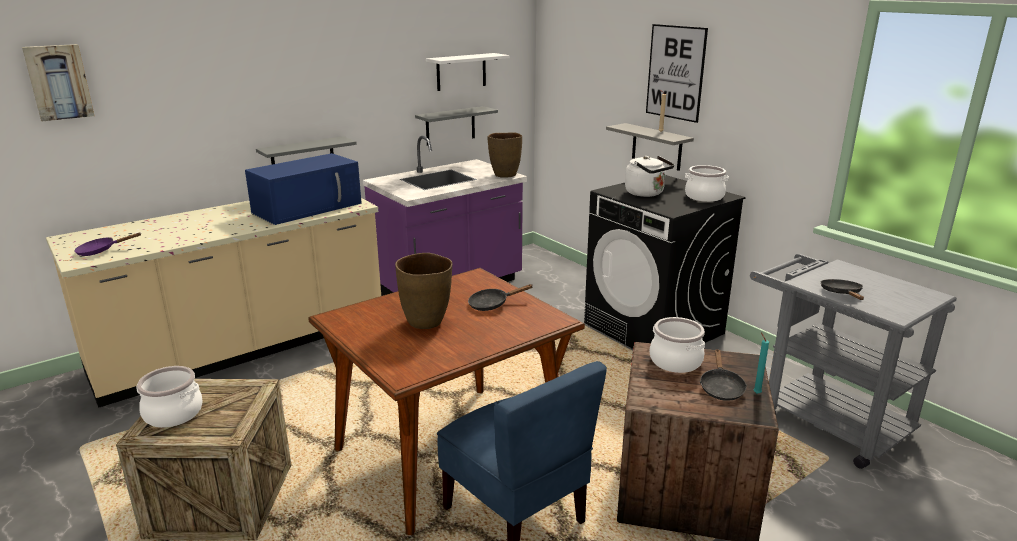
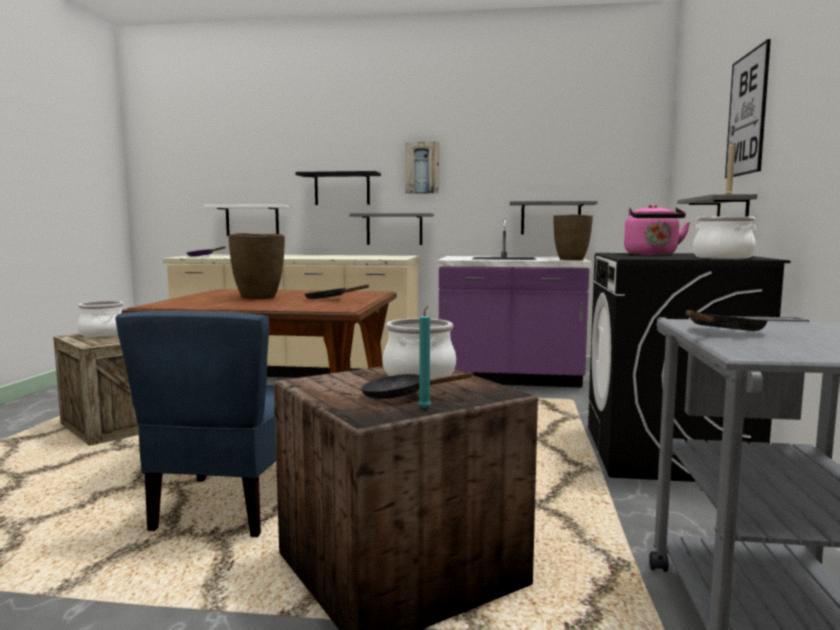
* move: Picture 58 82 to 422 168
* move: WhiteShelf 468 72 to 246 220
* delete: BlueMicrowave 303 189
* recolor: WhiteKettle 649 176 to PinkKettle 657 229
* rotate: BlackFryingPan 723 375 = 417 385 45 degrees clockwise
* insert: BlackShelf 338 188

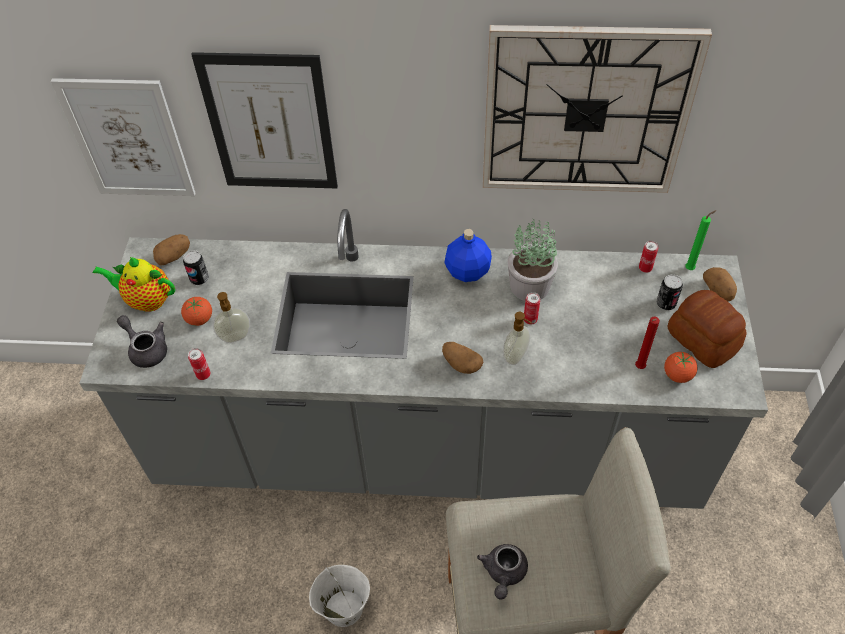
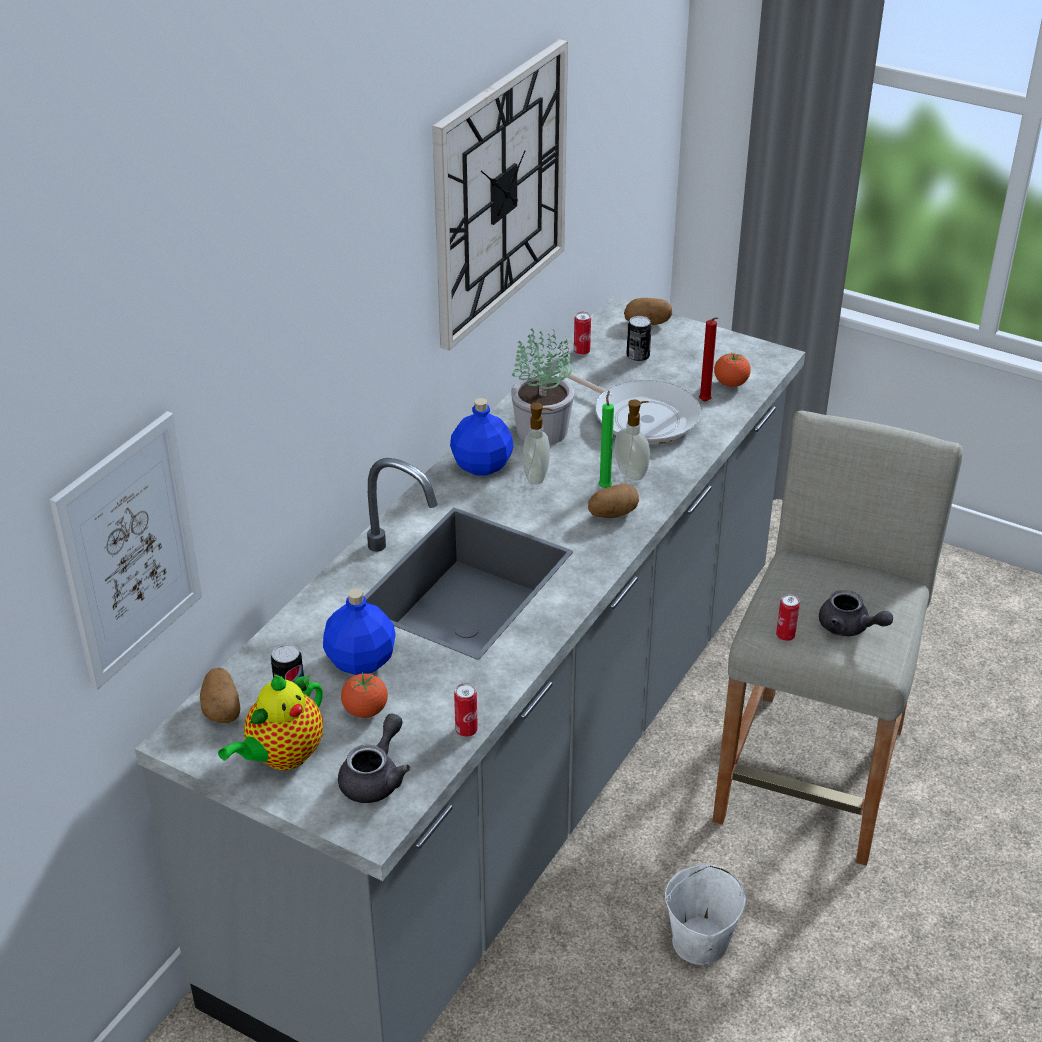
* delete: Picture 264 120
* move: GreenCandle 701 240 to 606 439
* delete: Bread 707 329
* move: SoapDispenser 231 317 to 538 444
* move: Can 532 308 to 788 617
* rotate: GreyTeapot 142 341 = 374 758 135 degrees clockwise
* insert: FryingPan 631 407
* insert: BlueBottle 359 631

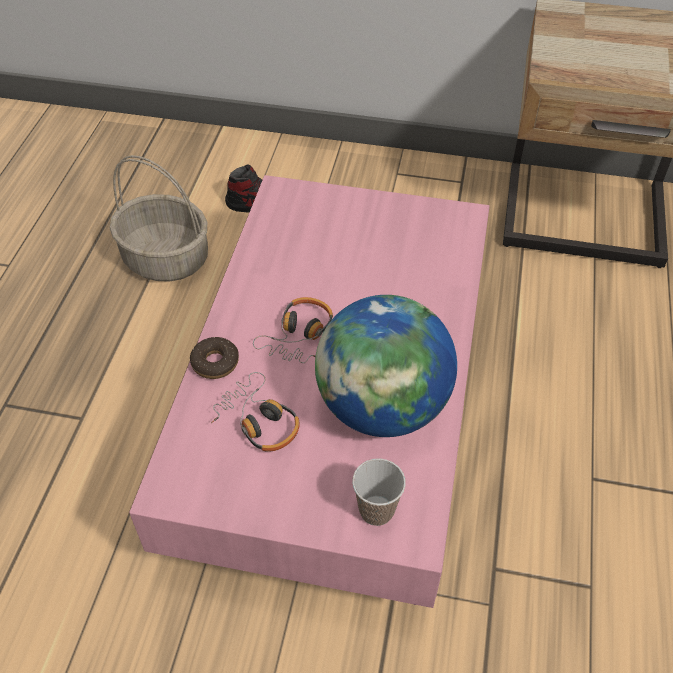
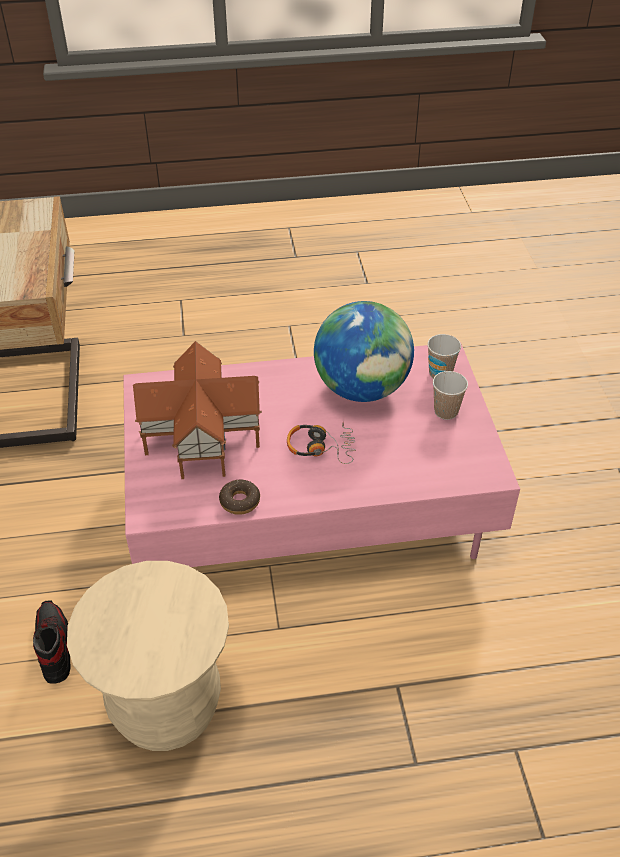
* replace: Basket 159 218 to BeigeStool 148 656
* move: Donut 214 358 to 239 497
* delete: Headphones 255 411
* insert: ToyHouse 197 410
* insert: Cup 450 395

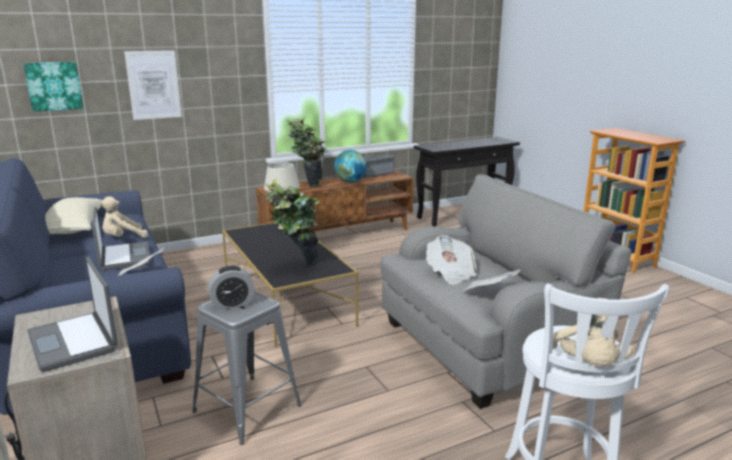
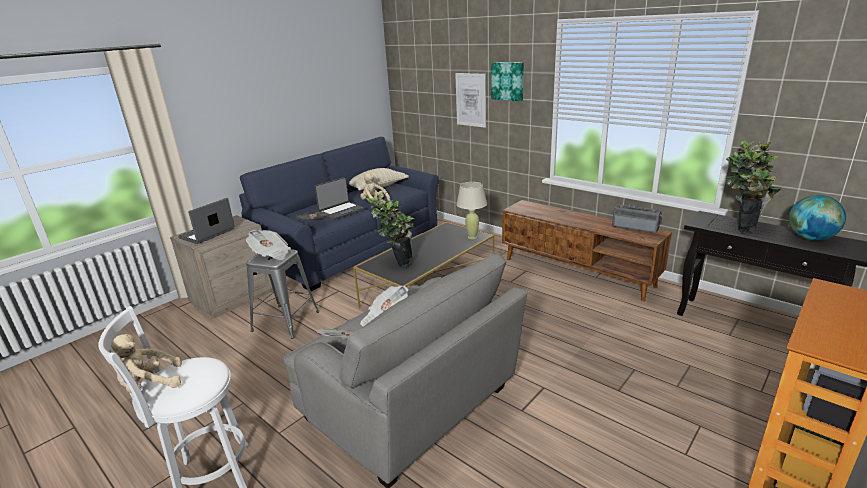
* move: Picture 53 87 to 507 81
* move: PottedPlant 306 152 to 754 187
* move: Globe 350 166 to 817 218
* replace: AlarmClock 231 288 to Newspaper 268 245

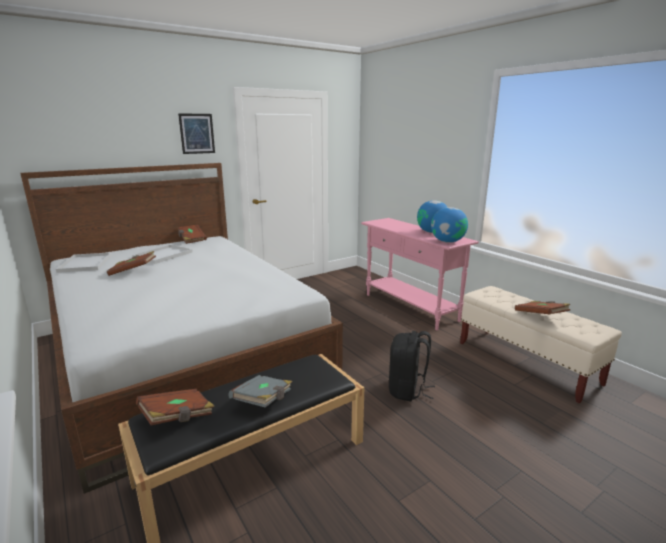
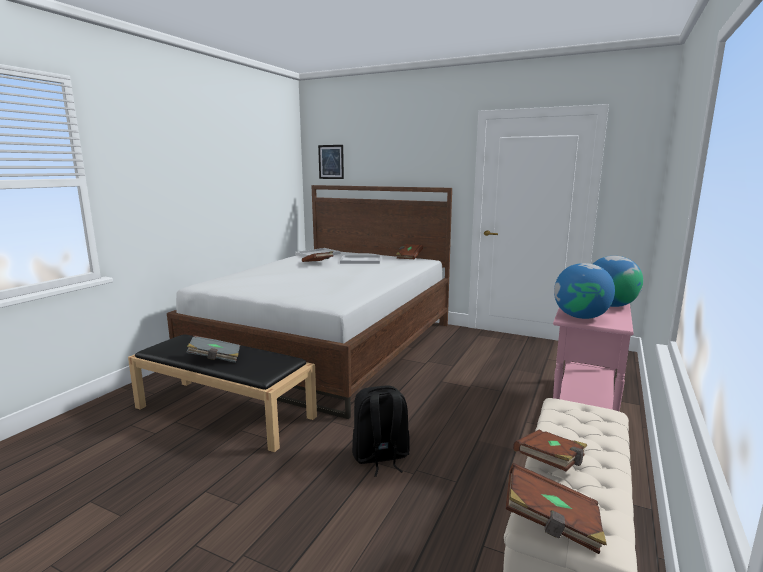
* move: Picture 196 133 to 331 162
* move: BrownBook 175 407 to 556 508

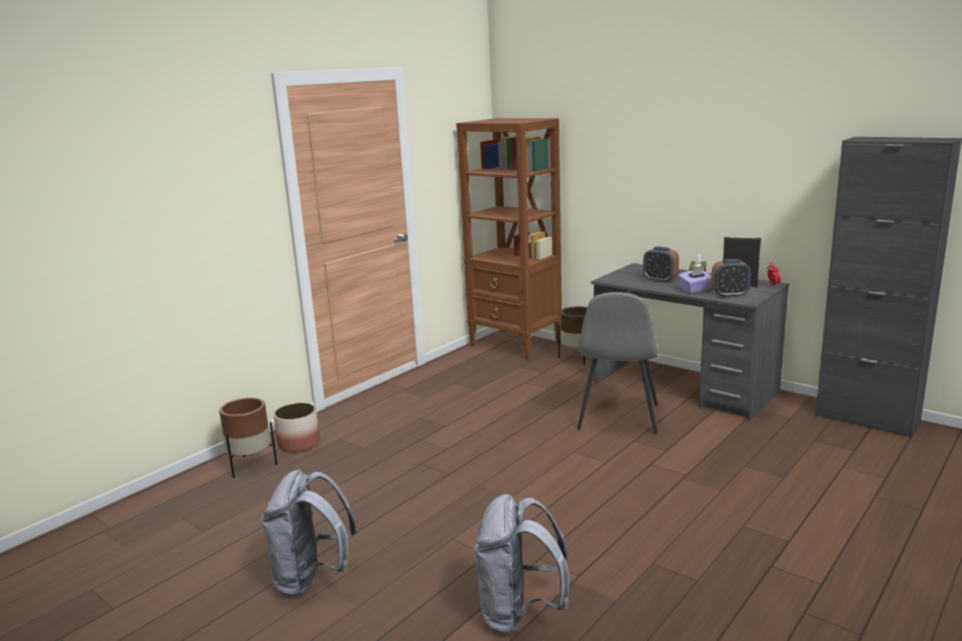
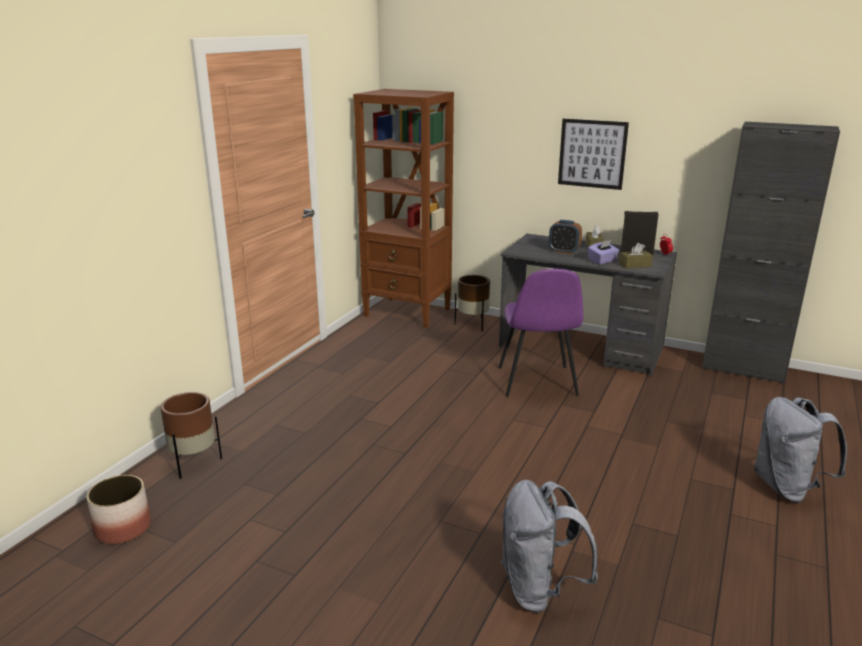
* replace: AlarmClock 731 278 to BrownTissueBox 636 256
* recolor: GreyChair 617 363 to PurpleChair 541 333
* move: Planter 297 427 to 118 509
* move: GreyBackpack 309 533 to 800 450
* insert: Picture 593 154

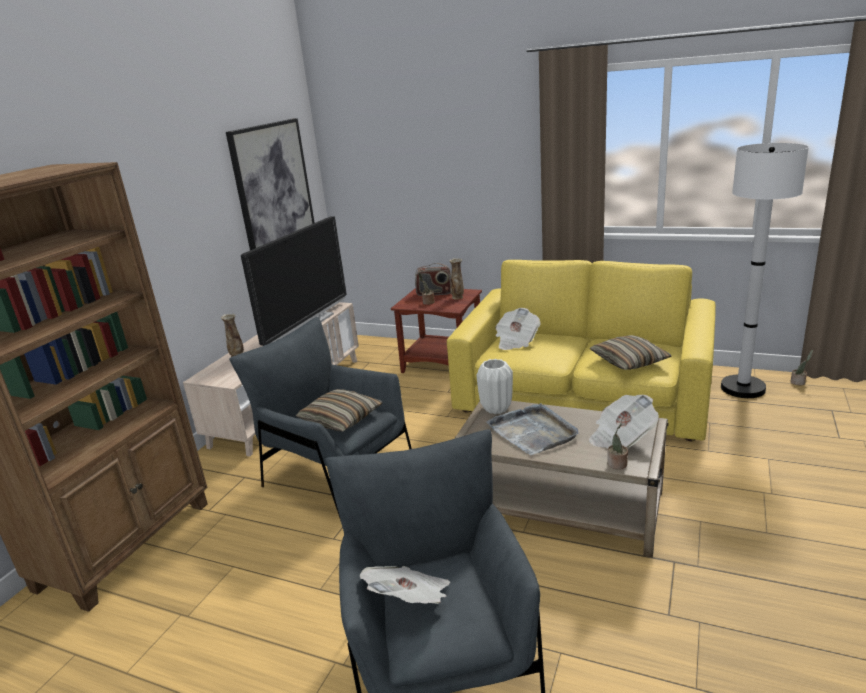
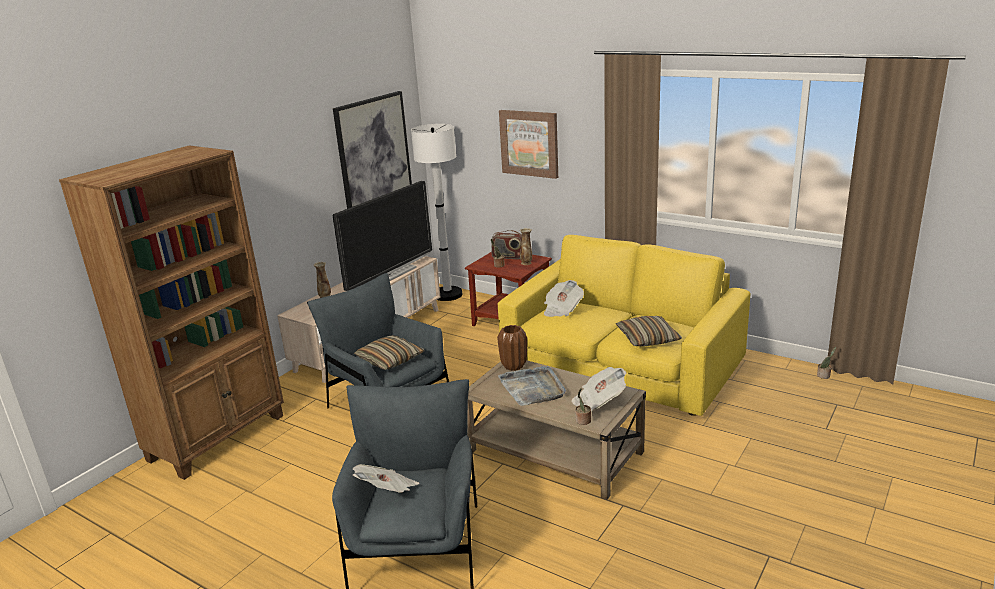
* move: WhiteFloorLamp 765 270 to 437 212
* recolor: WhiteVase 495 386 to BrownVase 512 348
* insert: Picture 528 144

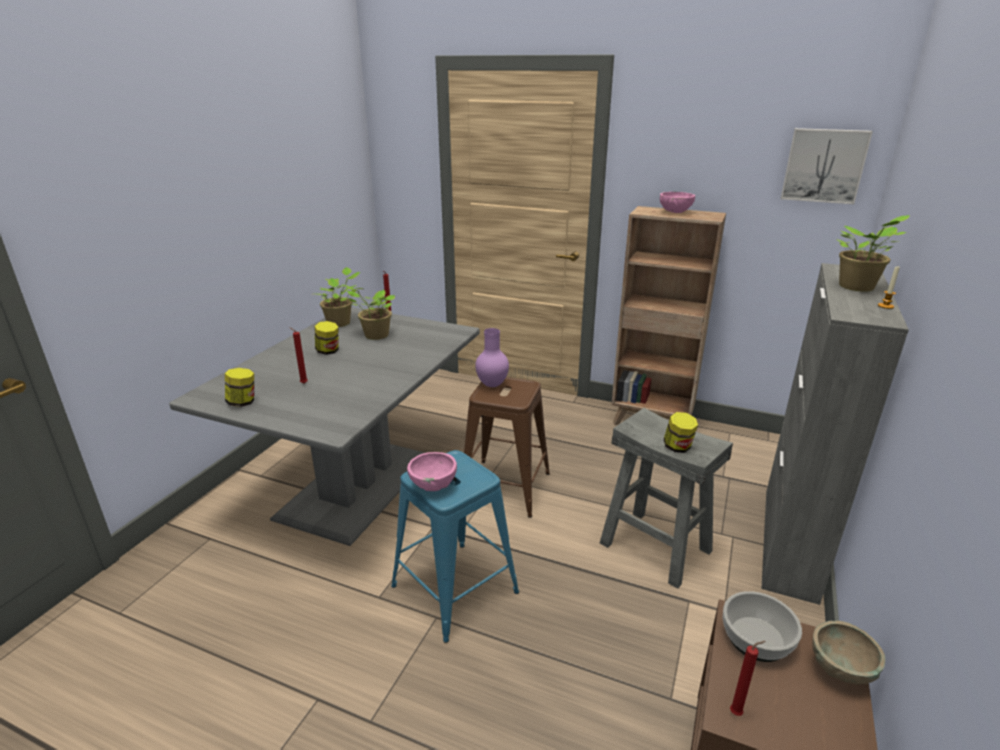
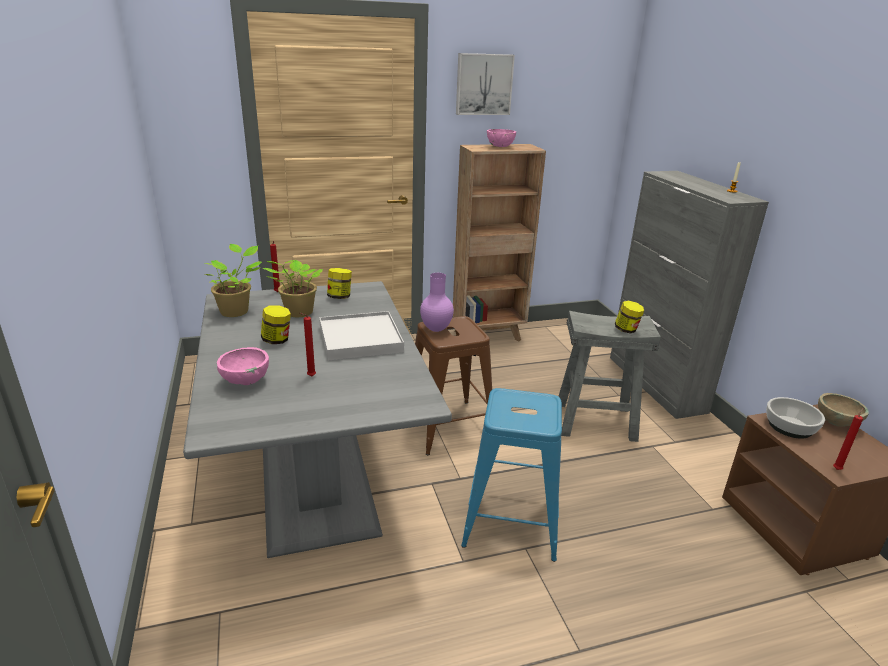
* move: Picture 827 166 to 485 84
* delete: PottedPlant 873 253
* move: Jar 239 387 to 339 283
* move: PinkBowl 432 471 to 243 366
* insert: WhiteTray 361 336

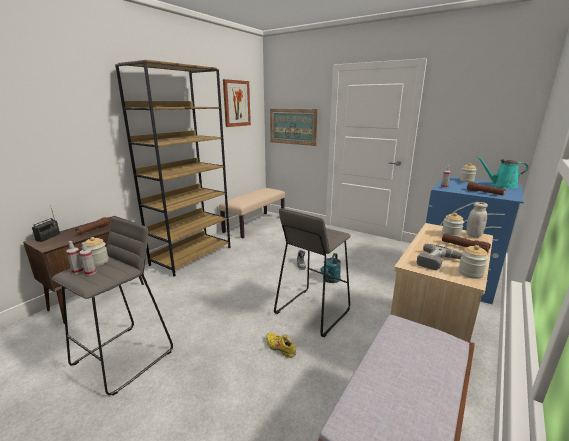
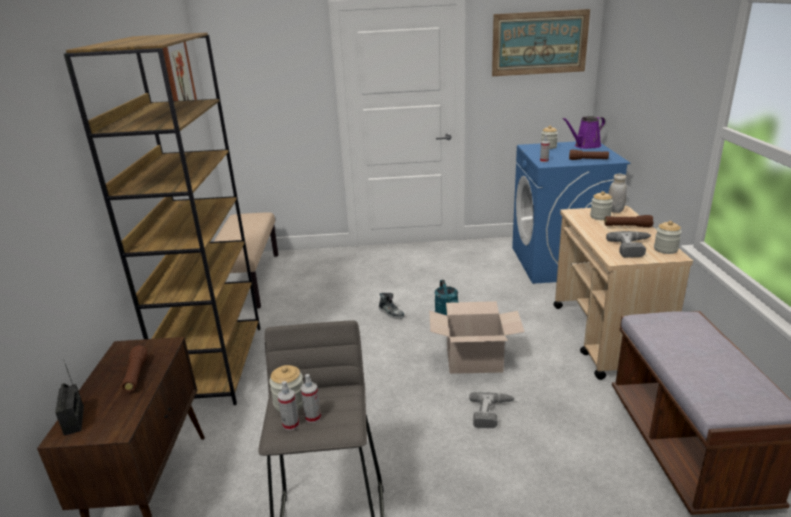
* move: Picture 294 127 to 541 42
* recolor: TurquoiseWateringCan 503 172 to PurpleWateringCan 583 132
* replace: GreyStool 312 272 to CardboardBox 477 337
* replace: YellowShoe 281 345 to PowerDrill 492 410

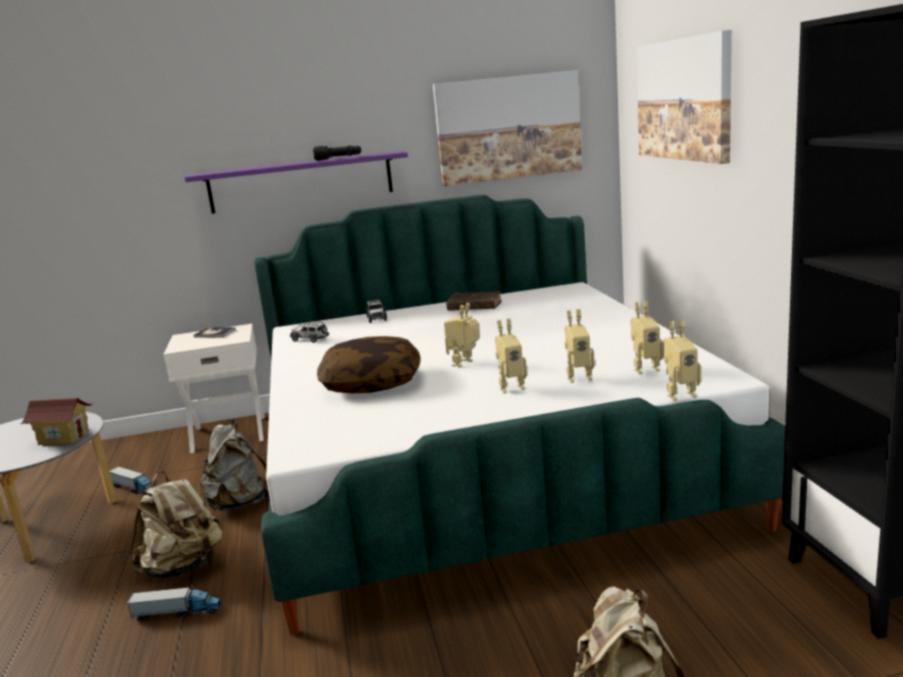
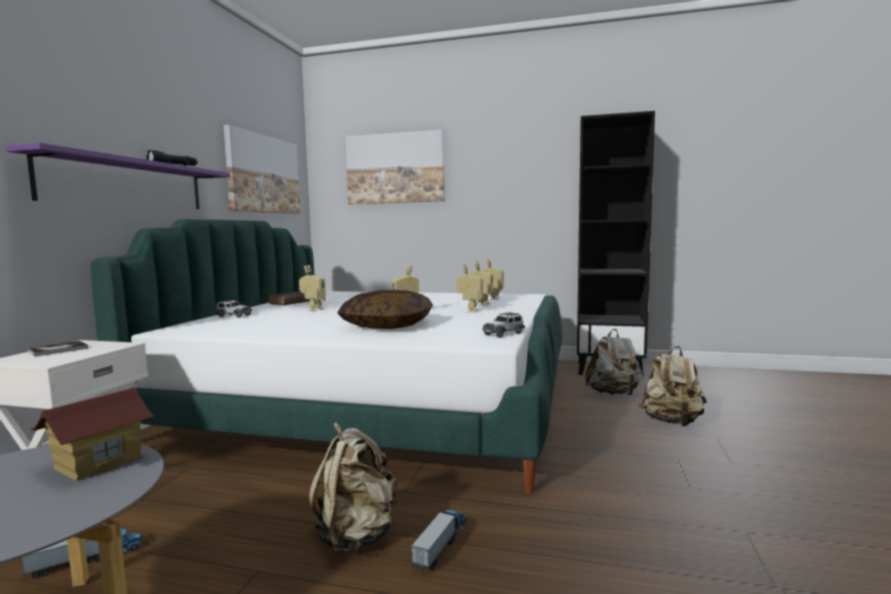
* move: ToyRobot 682 360 to 312 288
* move: ToyCar 309 332 to 503 325
* move: GreyBackpack 234 465 to 614 362

